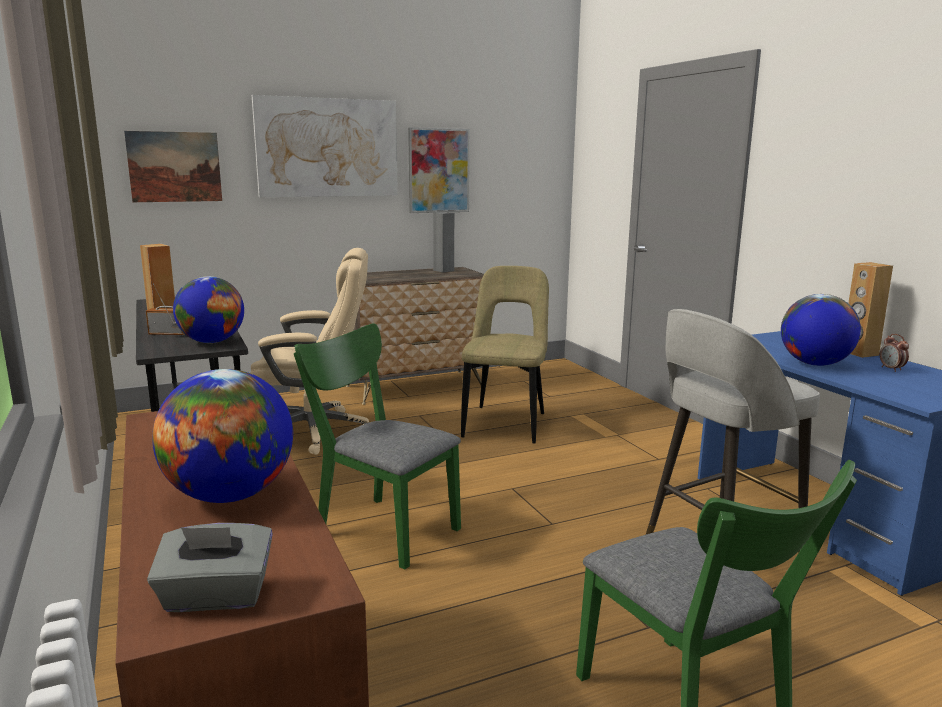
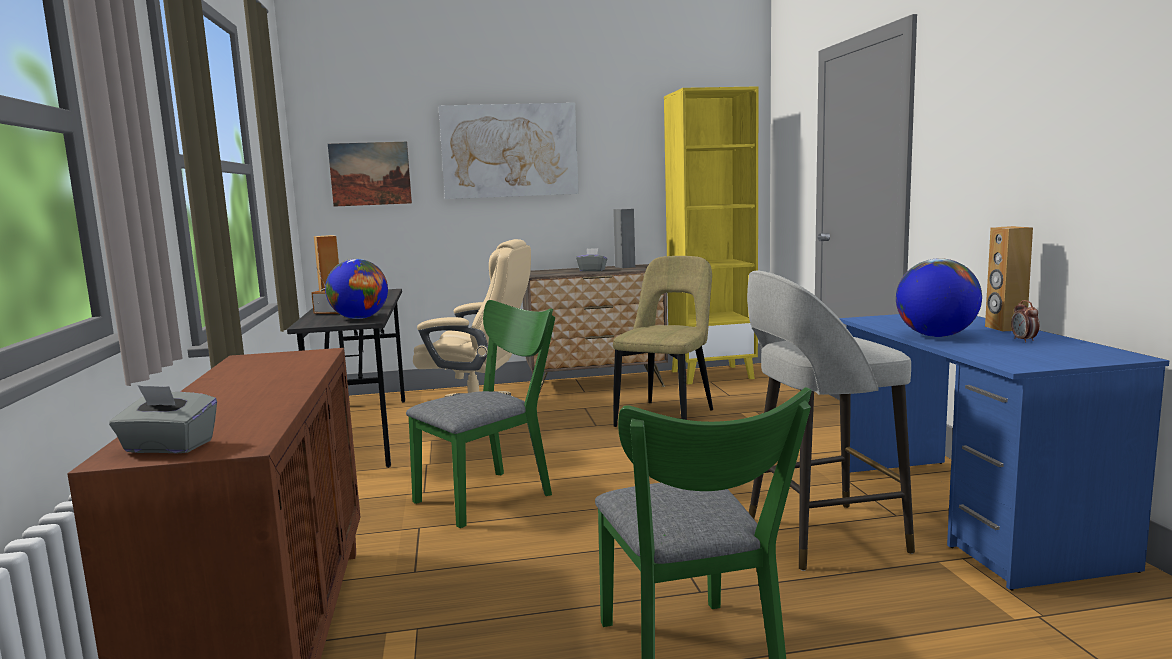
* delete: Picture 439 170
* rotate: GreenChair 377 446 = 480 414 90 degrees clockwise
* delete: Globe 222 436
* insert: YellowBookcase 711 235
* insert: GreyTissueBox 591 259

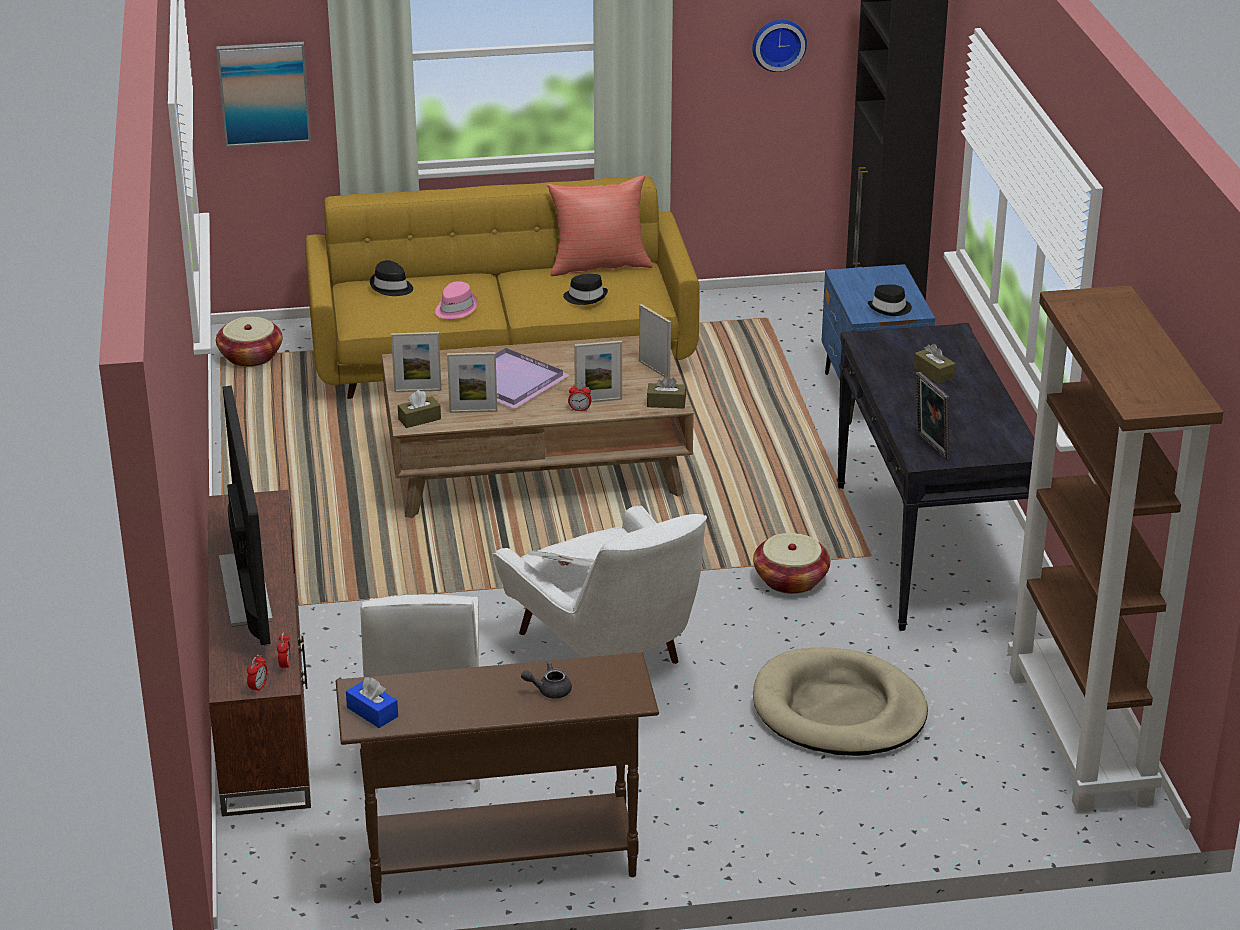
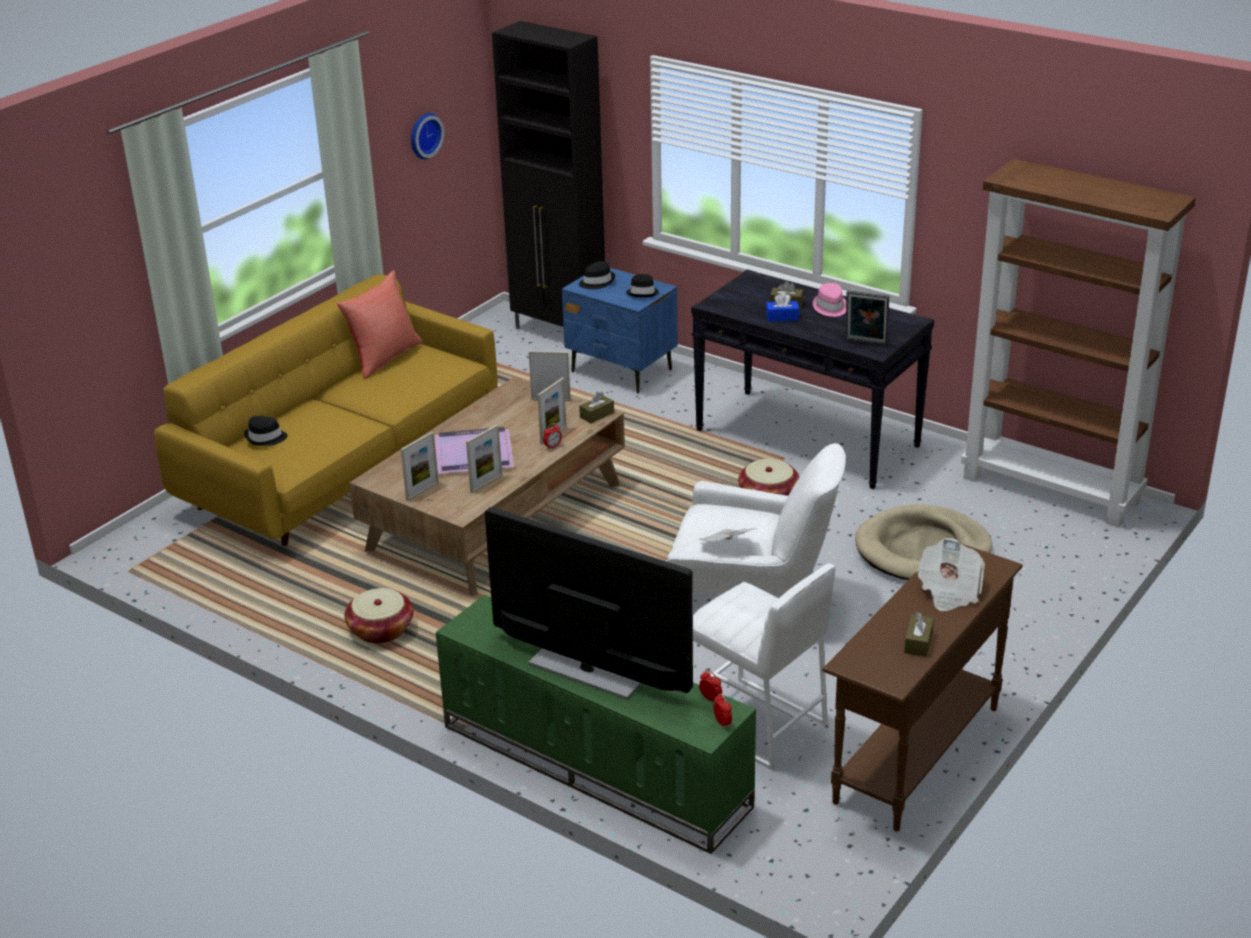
* delete: Picture 263 94
* move: BlackHat 585 289 to 597 275
* move: PinkHat 456 300 to 829 300
* move: Basket 249 342 to 378 616
* move: BrownTissueBox 419 409 to 919 634
* recolor: BrownTvStand 259 653 to GreenTvStand 596 724
* replace: GreyTeapot 546 680 to Newspaper 951 574
* move: BlueTissueBox 372 702 to 782 307

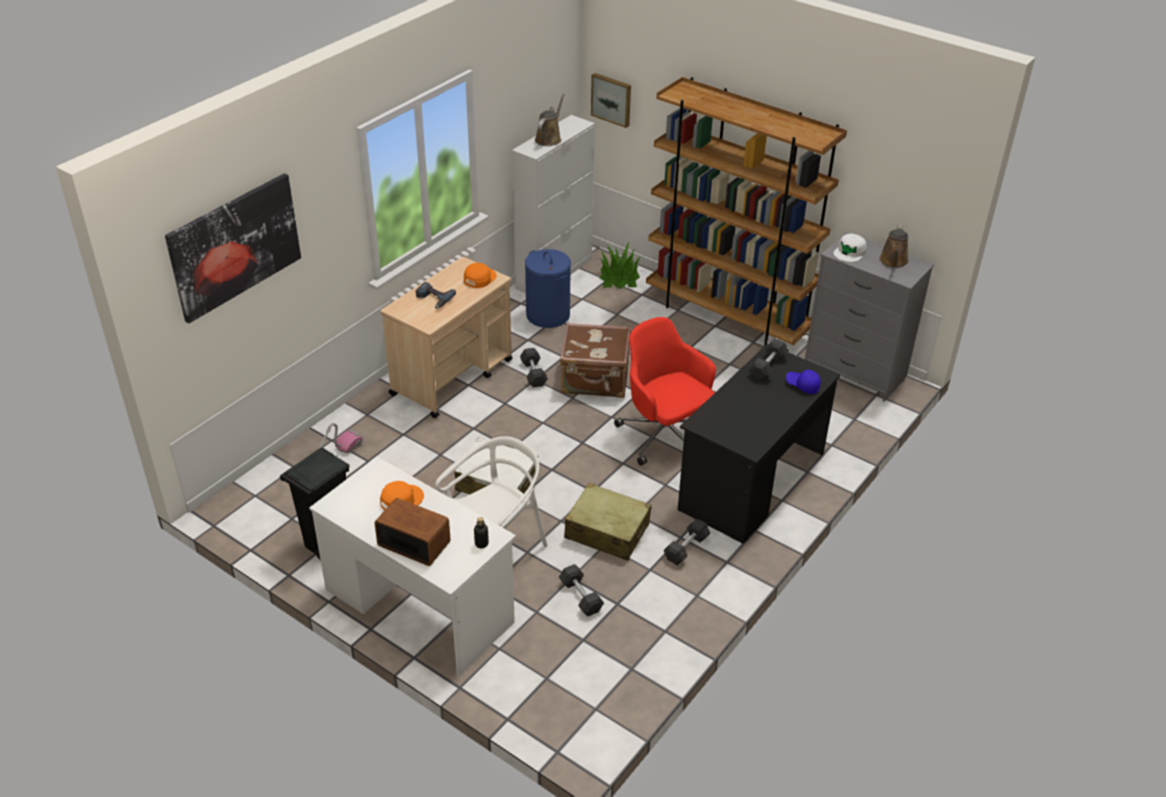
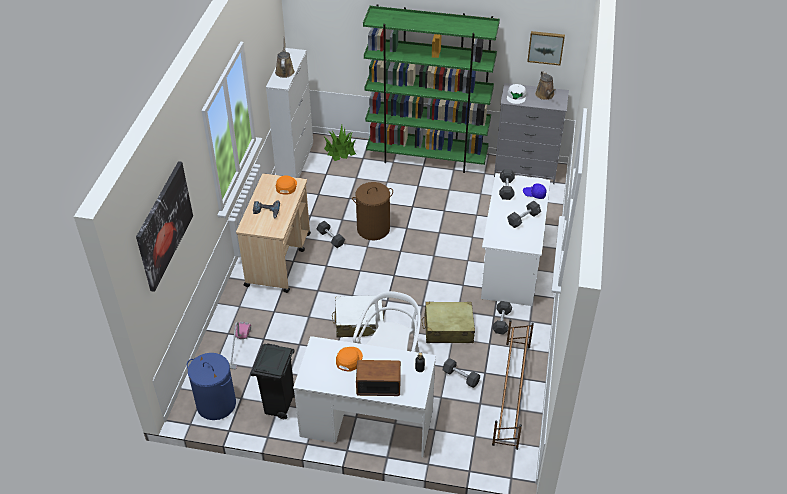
* move: Picture 611 100 to 546 48
* recolor: BrownBookcase 746 211 to GreenBookcase 431 88
* move: BlueLaundryBasket 548 288 to 211 386
* delete: RedOfficeChair 665 391
* replace: BrownSuitcase 595 360 to BrownLaundryBasket 372 211
* recolor: BlackDesk 759 444 to WhiteDesk 515 239
* insert: GreyDumbbell 524 214
* insert: BrownShoeRack 513 384

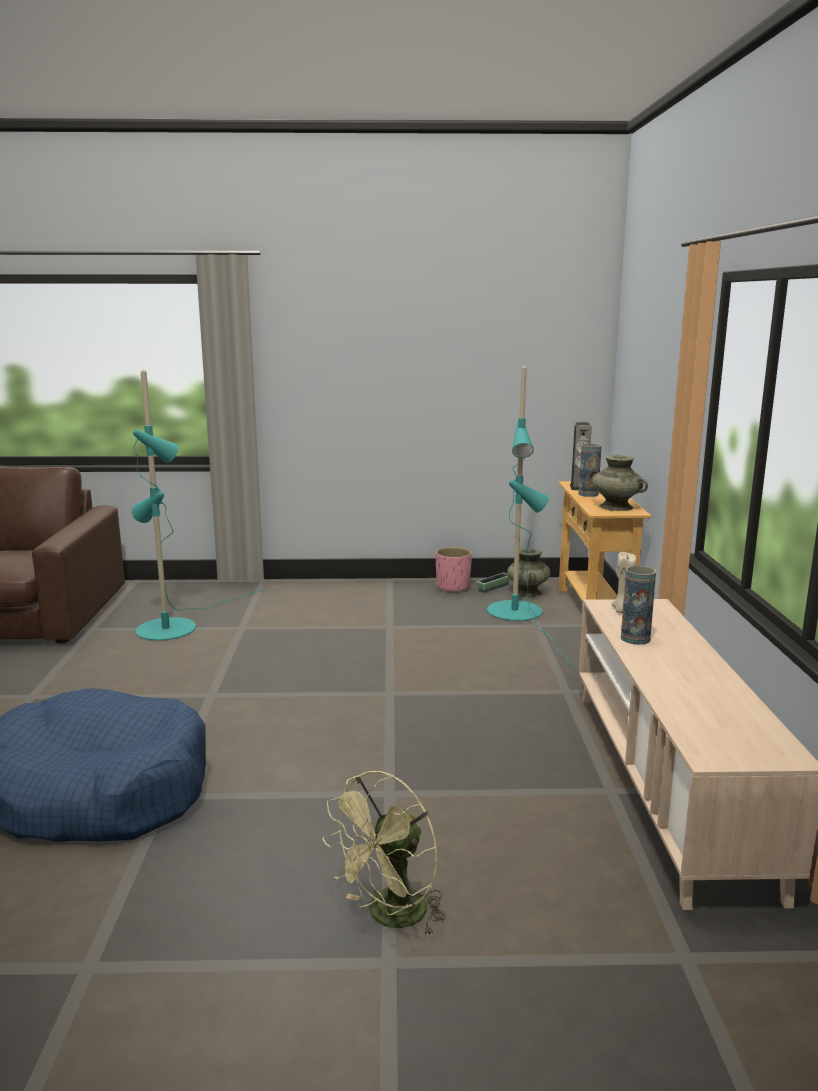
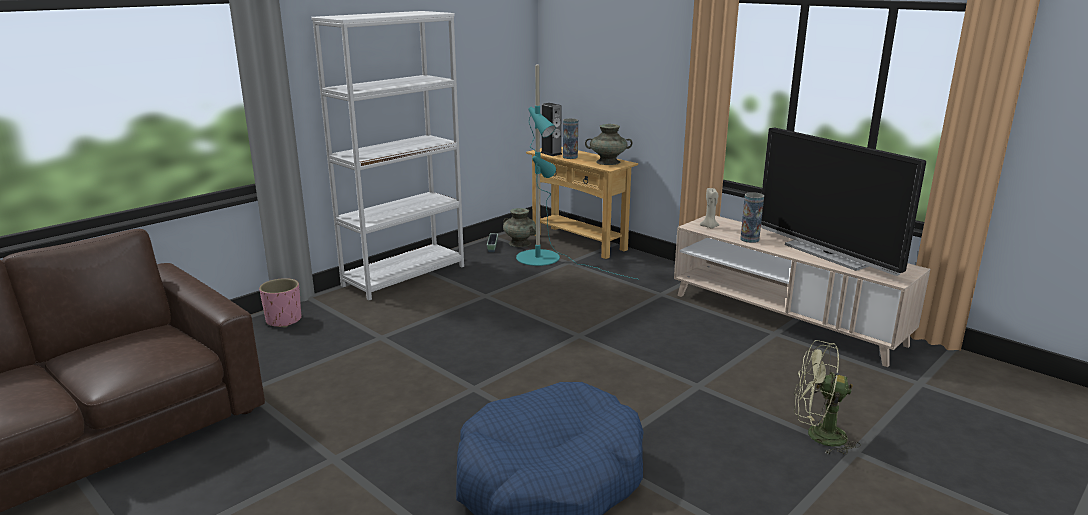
* delete: TurquoiseFloorLamp 199 505
* move: PinkPlanter 454 570 to 280 302
* rotate: GreenFan 384 854 = 827 397 105 degrees clockwise
* insert: WhiteBookcase 387 155
* insert: Television 843 201

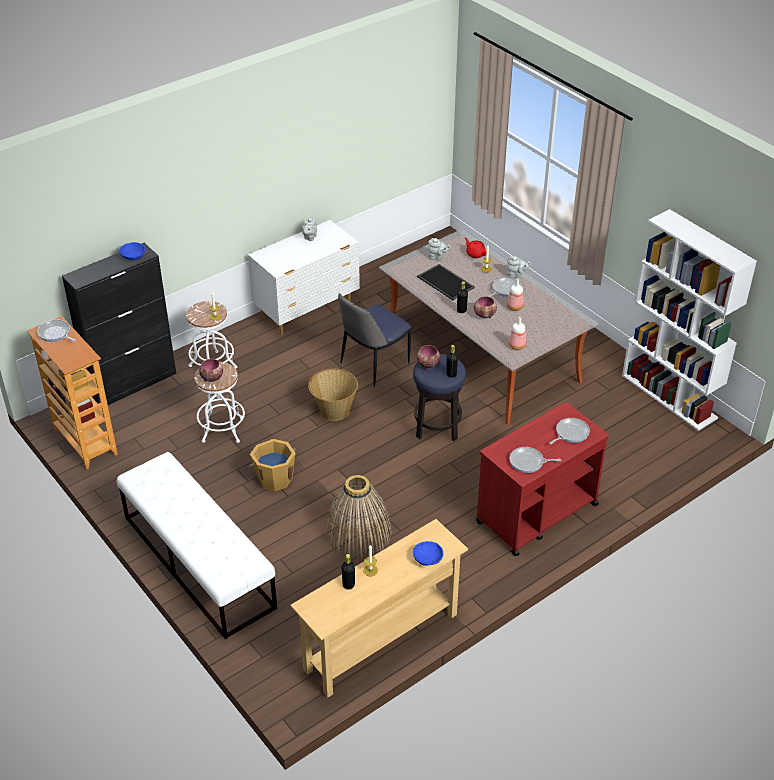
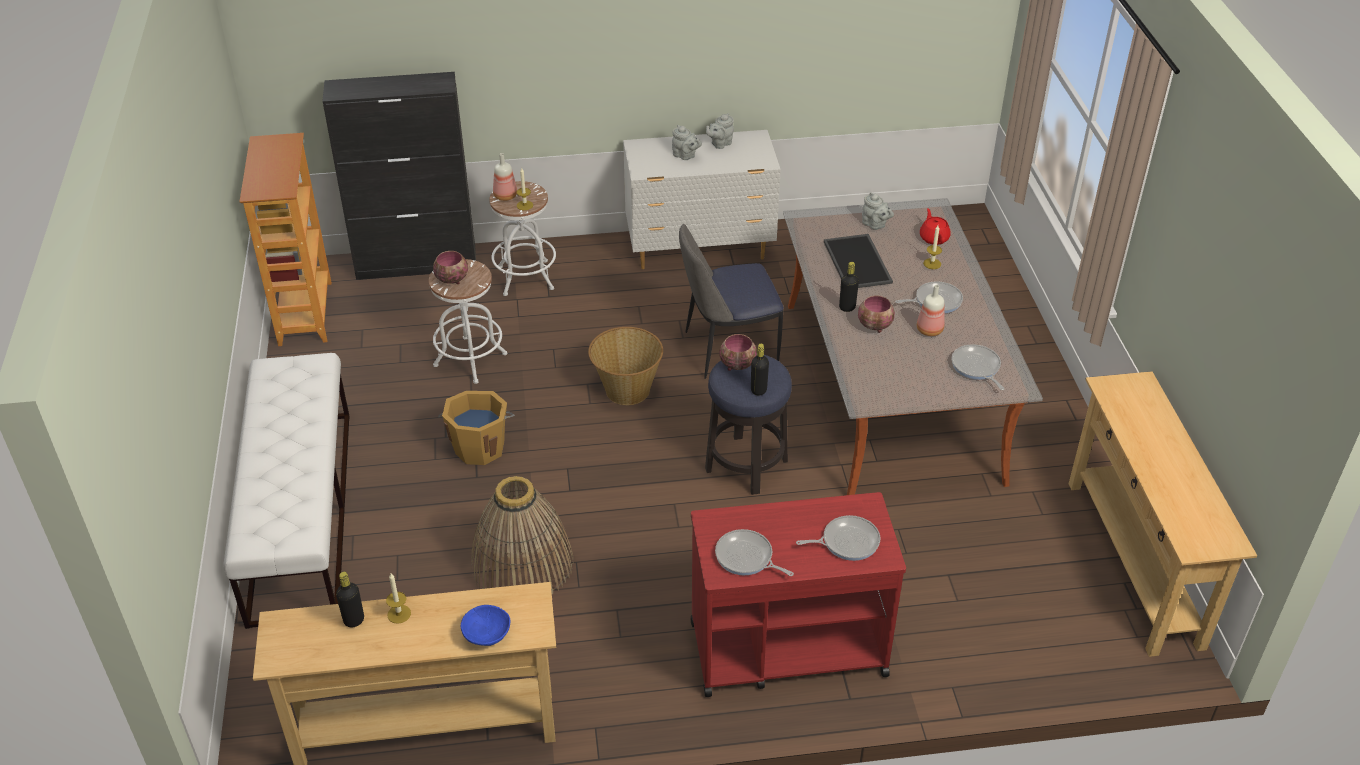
* replace: WhiteBookcase 689 320 to BeigeConsoleTable 1163 514
* delete: BlueBowl 132 251
* move: GreyTeapot 518 267 to 687 142
* move: Bottle 517 333 to 505 177
* move: FryingPan 56 330 to 977 367

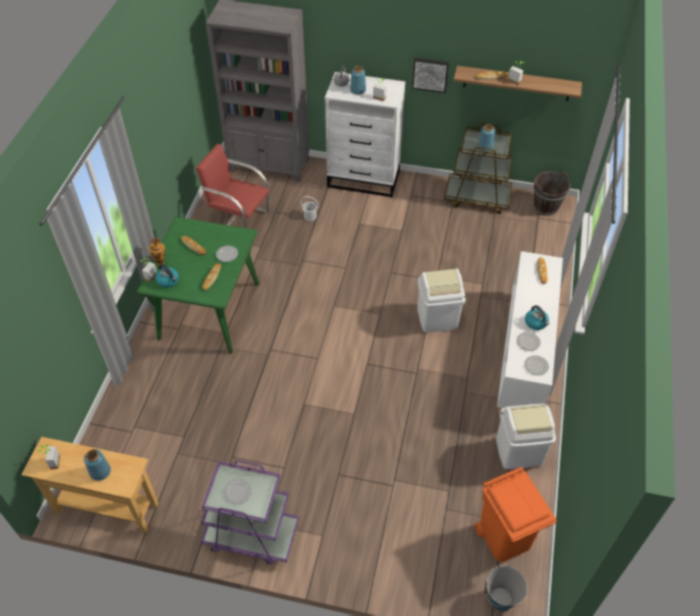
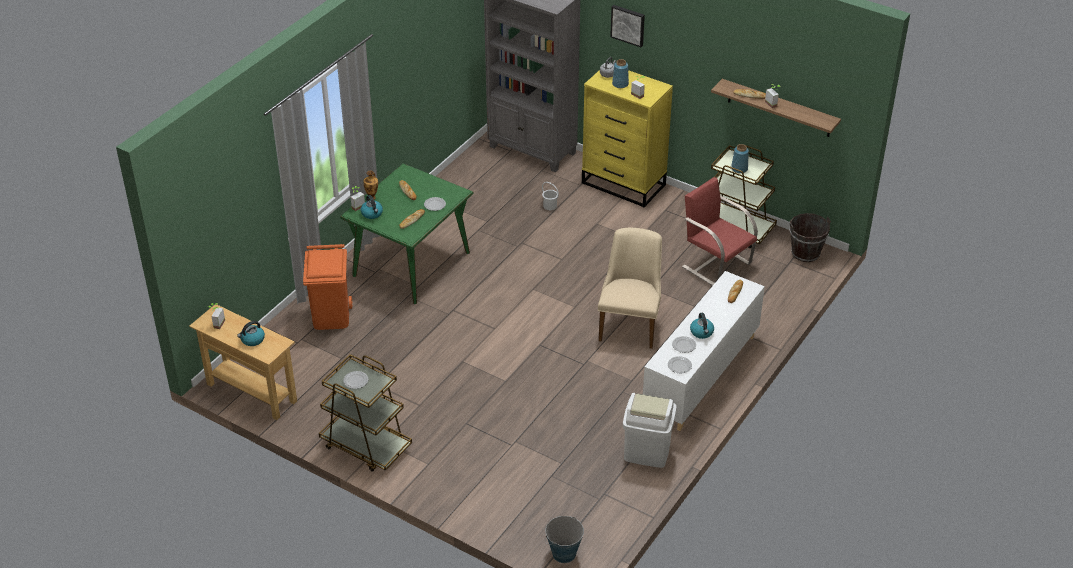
* move: Picture 430 75 to 627 26
* recolor: WhiteDresser 365 134 to YellowDresser 627 139
* move: RedChair 232 186 to 720 231
* replace: WhiteTrashCan 442 301 to BeigeChair 630 288
* replace: BlueVase 97 465 to Kettle 251 333
* recolor: PurpleCart 250 512 to BrownCart 365 413
* move: OrangeTrashCan 515 514 to 327 287

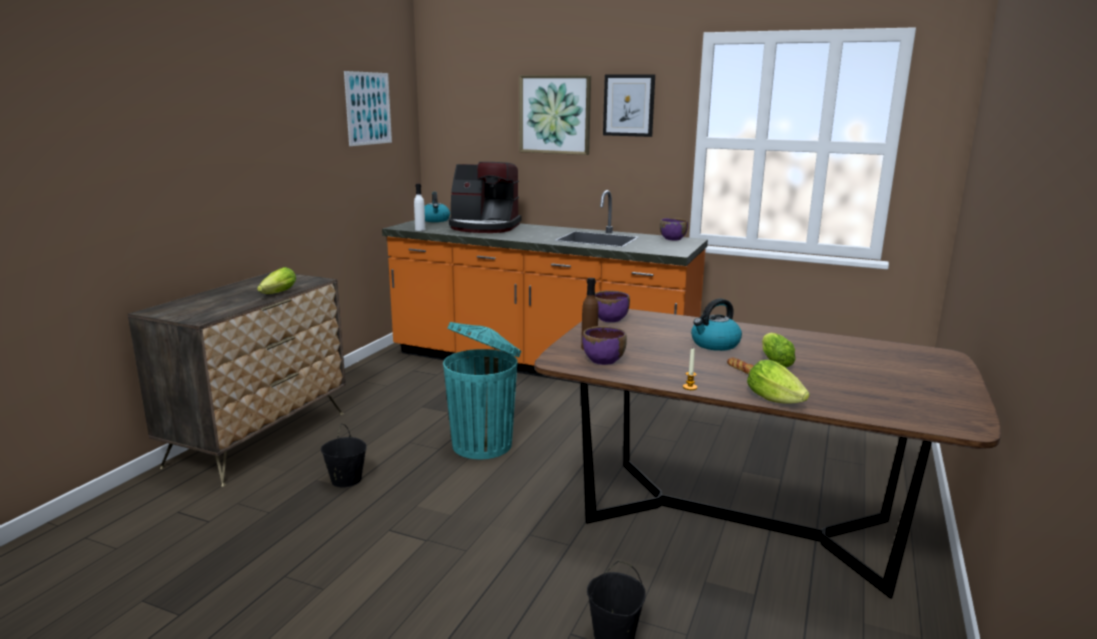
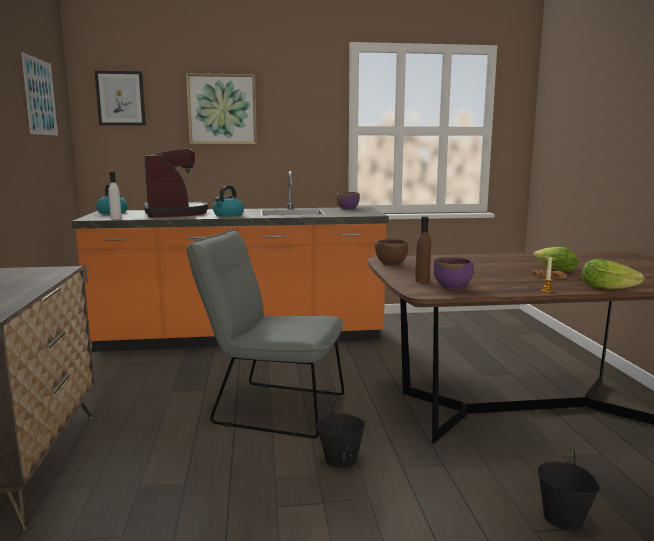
* move: Picture 629 106 to 120 98
* rotate: CoffeeMachine 485 197 = 176 182 90 degrees counterclockwise
* delete: Lettuce 276 280
* recolor: PurpleBowl 612 306 to BrownBowl 391 252
* move: Kettle 716 325 to 228 201
* replace: TurquoiseTrashCan 482 390 to GreyChair 265 333
* move: BlackBucket 344 456 to 341 433

